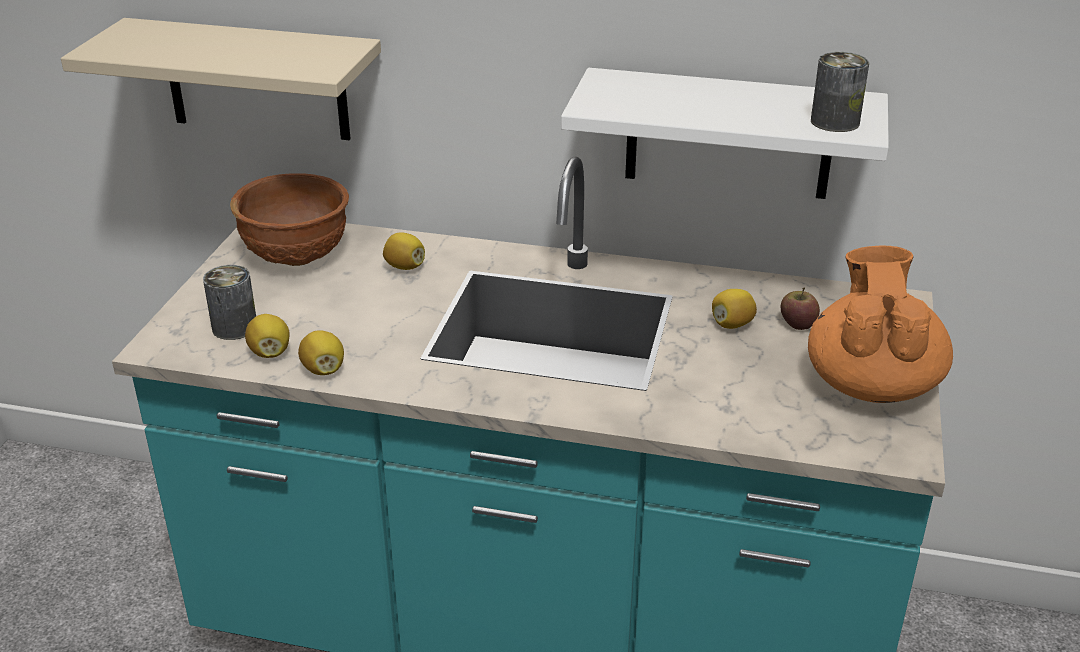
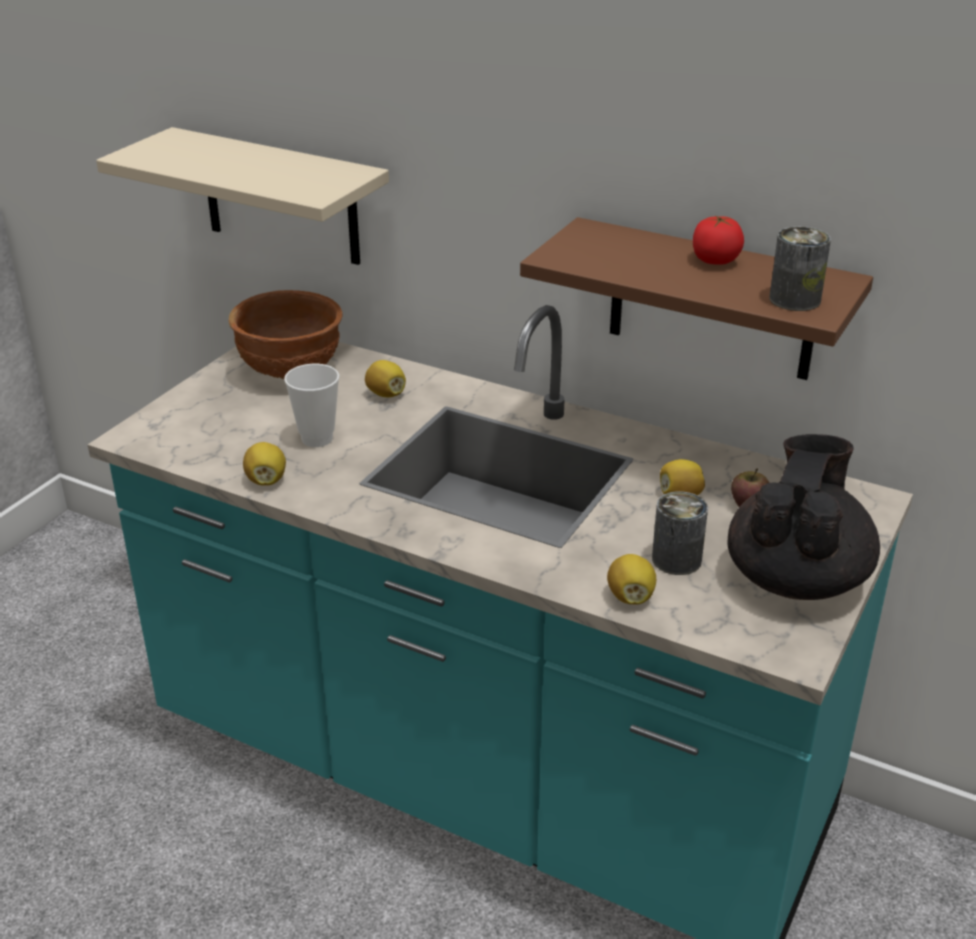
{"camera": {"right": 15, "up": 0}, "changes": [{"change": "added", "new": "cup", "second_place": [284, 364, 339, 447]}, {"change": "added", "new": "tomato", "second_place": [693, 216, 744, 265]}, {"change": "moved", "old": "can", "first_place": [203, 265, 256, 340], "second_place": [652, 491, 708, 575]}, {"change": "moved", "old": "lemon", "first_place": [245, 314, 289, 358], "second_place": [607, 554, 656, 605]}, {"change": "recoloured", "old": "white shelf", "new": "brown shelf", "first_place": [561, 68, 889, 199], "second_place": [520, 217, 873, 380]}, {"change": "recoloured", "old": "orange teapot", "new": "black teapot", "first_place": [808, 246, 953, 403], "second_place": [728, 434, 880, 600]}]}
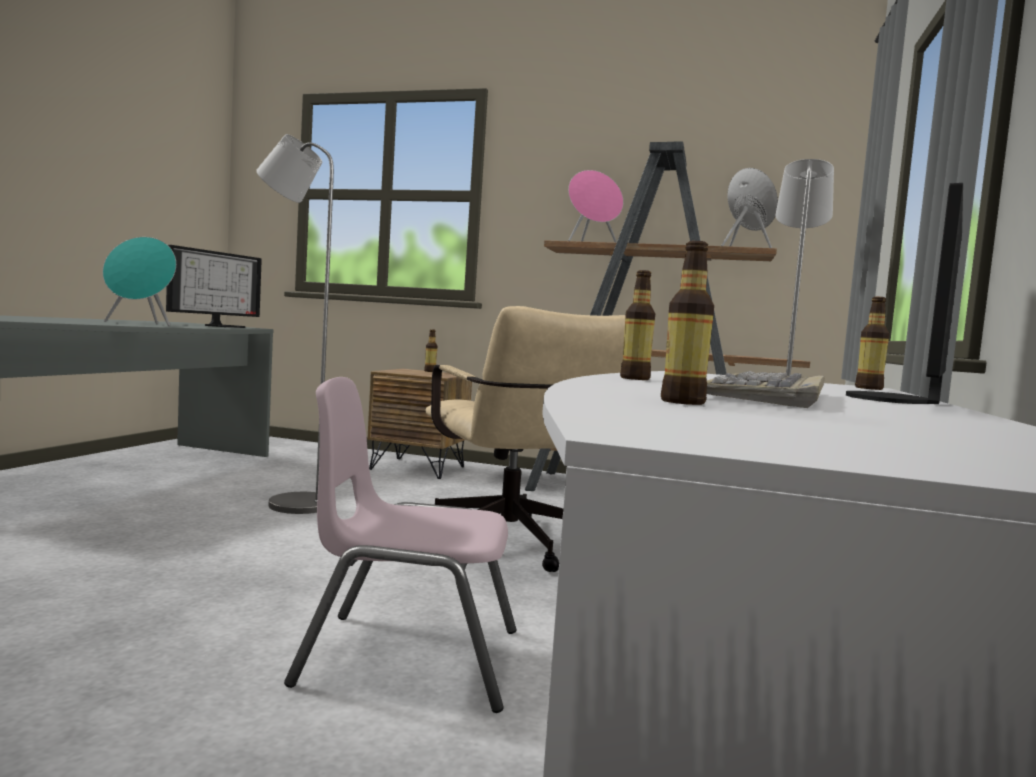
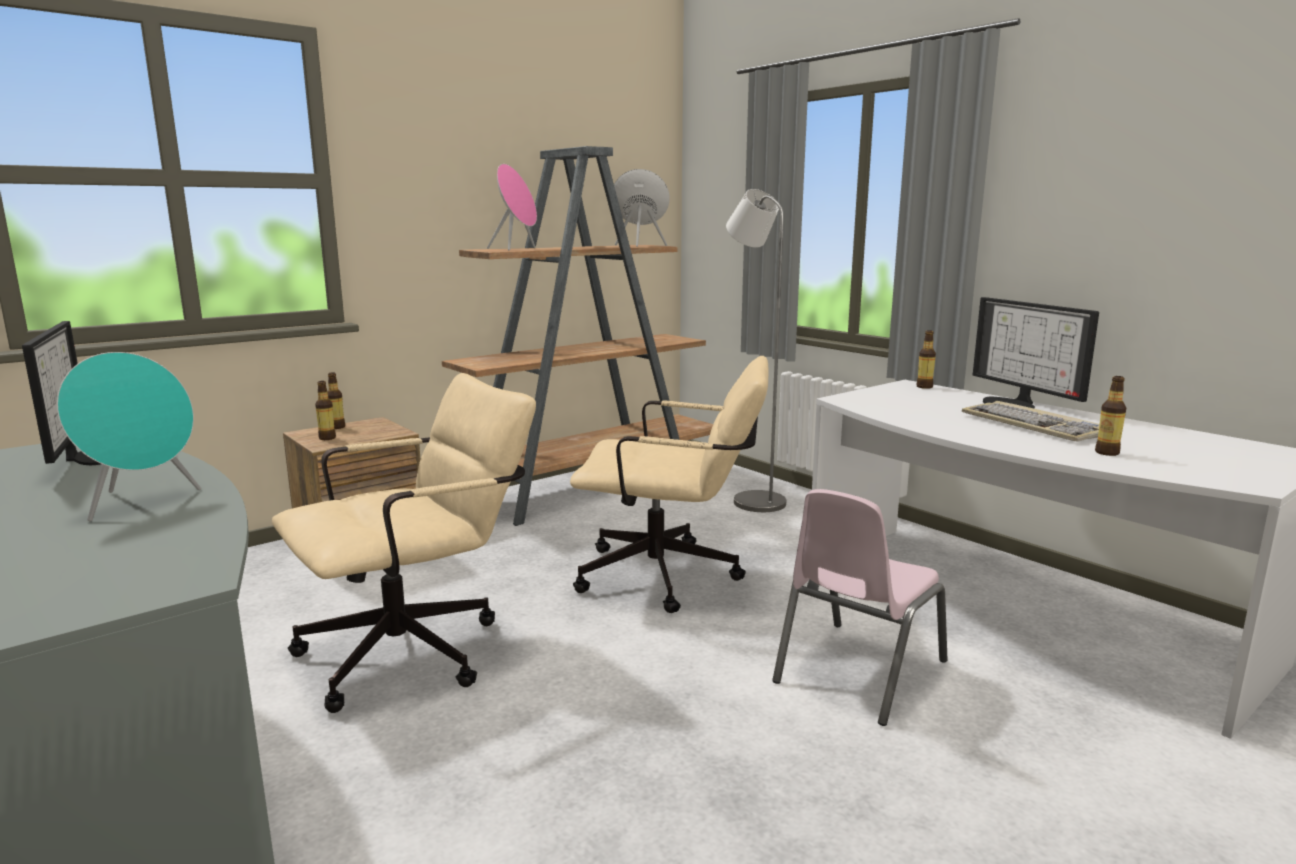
{"camera": {"right": -55, "up": 10}, "changes": [{"change": "moved", "old": "bottle", "first_place": [620, 270, 655, 380], "second_place": [315, 381, 336, 440]}, {"change": "replaced", "old": "grey floor lamp", "new": "beige office chair", "first_place": [256, 134, 334, 514], "second_place": [272, 373, 536, 713]}]}
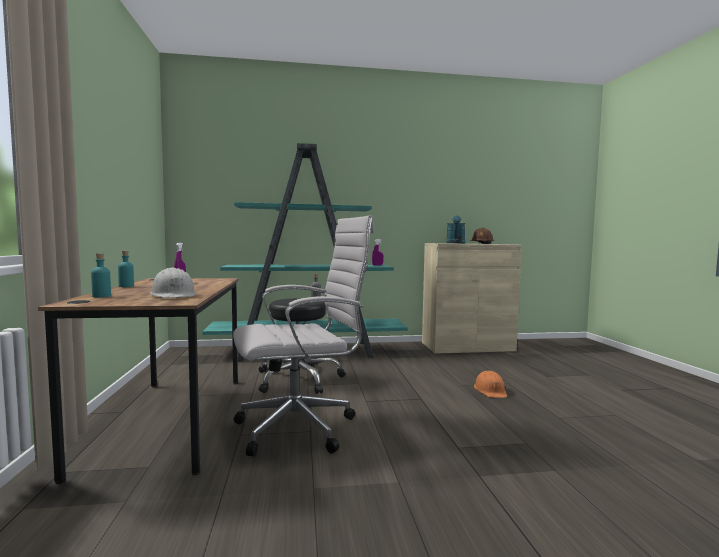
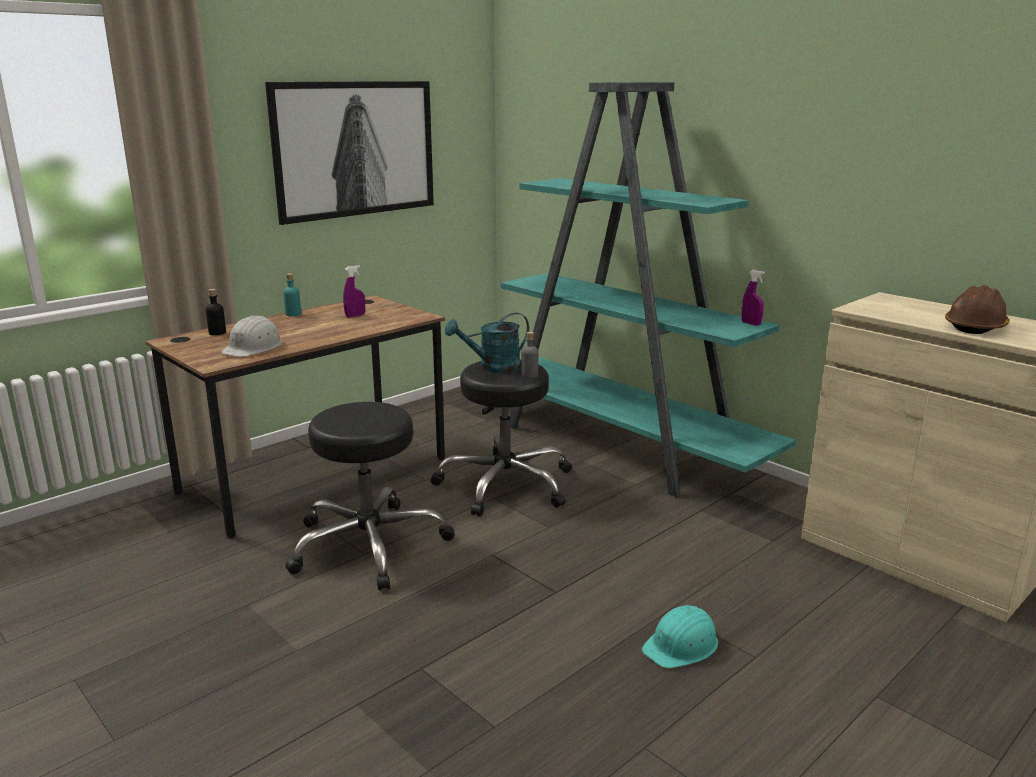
{"camera": {"right": 55, "up": 15}, "changes": [{"change": "added", "new": "picture", "second_place": [265, 81, 434, 225]}, {"change": "moved", "old": "turquoise watering can", "first_place": [446, 216, 465, 244], "second_place": [445, 313, 529, 373]}, {"change": "replaced", "old": "white office chair", "new": "black stool", "first_place": [233, 215, 374, 457], "second_place": [286, 402, 455, 590]}, {"change": "recoloured", "old": "turquoise bottle", "new": "black bottle", "first_place": [91, 253, 111, 297], "second_place": [206, 289, 226, 335]}, {"change": "recoloured", "old": "orange hard hat", "new": "turquoise hard hat", "first_place": [474, 370, 507, 398], "second_place": [642, 605, 718, 668]}]}
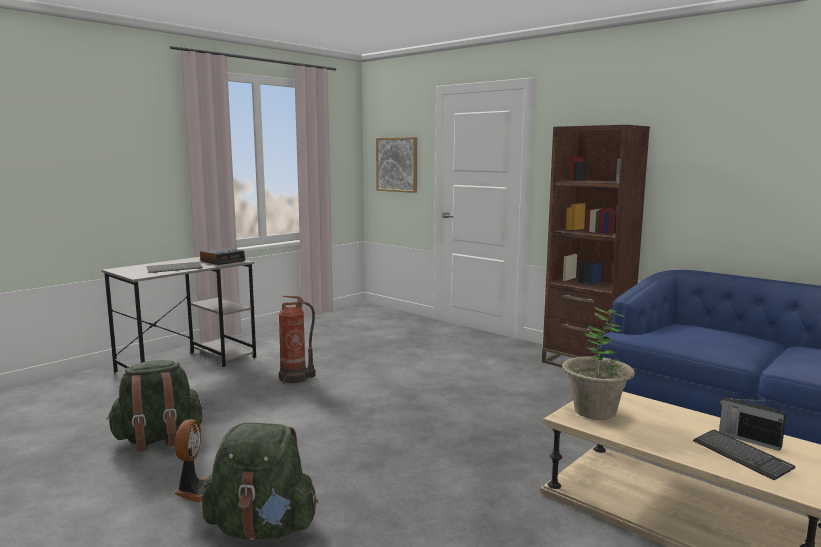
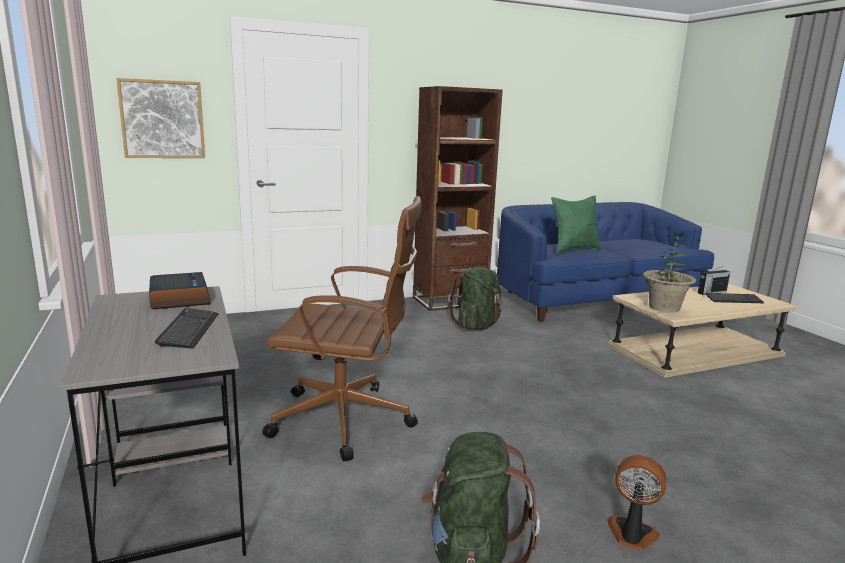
{"camera": {"right": -65, "up": 5}, "changes": [{"change": "added", "new": "green pillow", "second_place": [551, 195, 602, 253]}, {"change": "moved", "old": "green backpack", "first_place": [202, 423, 318, 540], "second_place": [448, 267, 503, 330]}, {"change": "replaced", "old": "fire extinguisher", "new": "brown office chair", "first_place": [278, 296, 316, 384], "second_place": [262, 196, 422, 461]}]}
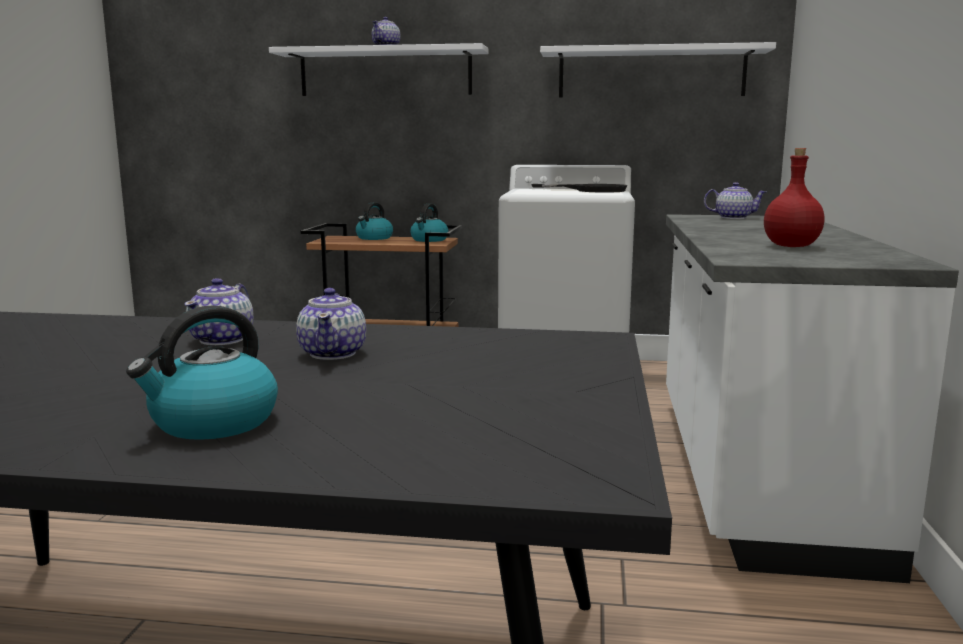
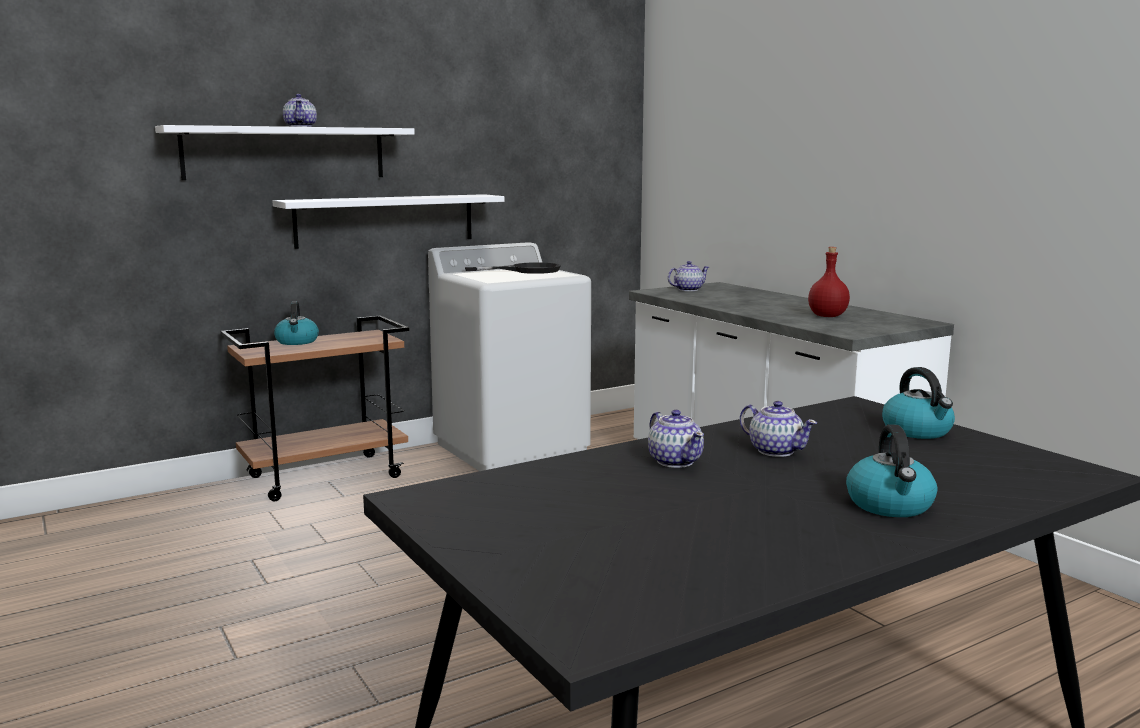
{"camera": {"right": -40, "up": 0}, "changes": [{"change": "moved", "old": "kettle", "first_place": [410, 204, 449, 242], "second_place": [882, 367, 955, 439]}, {"change": "moved", "old": "white shelf", "first_place": [540, 42, 776, 98], "second_place": [272, 194, 504, 249]}]}
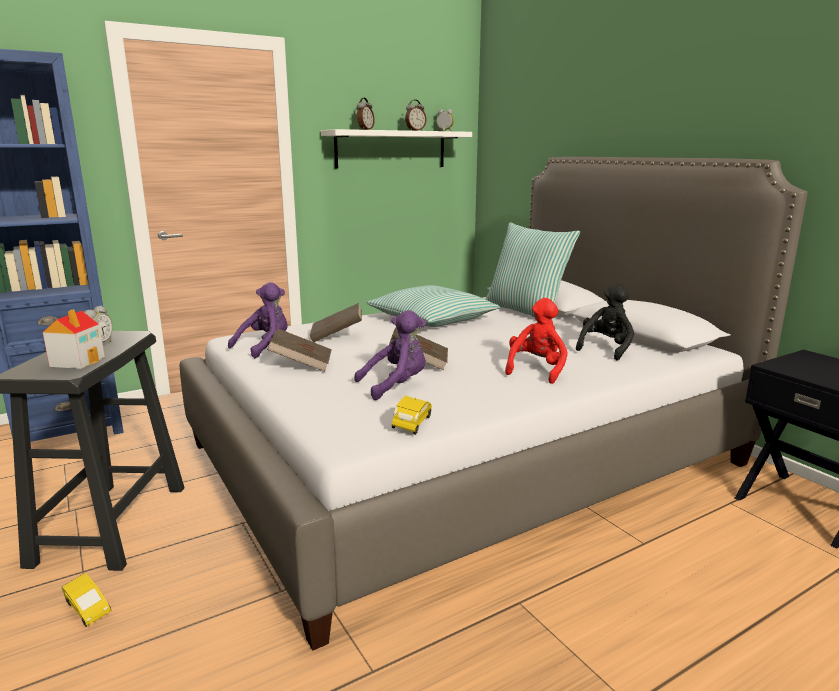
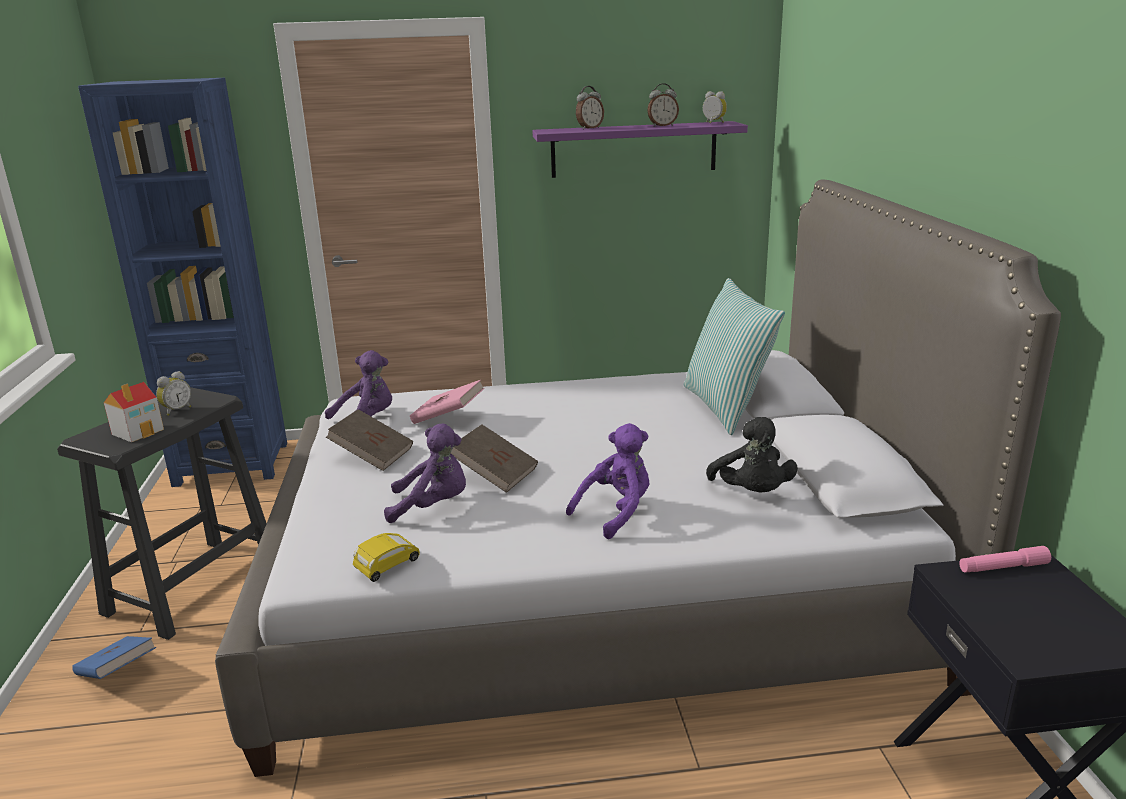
{"camera": {"right": 25, "up": 5}, "changes": [{"change": "removed", "old": "pillow", "first_place": [366, 285, 500, 327]}, {"change": "added", "new": "pink flashlight", "second_place": [959, 546, 1051, 573]}, {"change": "replaced", "old": "yellow toy car", "new": "blue book", "first_place": [62, 573, 111, 627], "second_place": [72, 636, 156, 679]}, {"change": "recoloured", "old": "brown book", "new": "pink book", "first_place": [310, 303, 362, 342], "second_place": [410, 380, 485, 424]}, {"change": "recoloured", "old": "white shelf", "new": "purple shelf", "first_place": [321, 129, 472, 169], "second_place": [532, 121, 748, 178]}, {"change": "recoloured", "old": "red plush toy", "new": "purple plush toy", "first_place": [505, 298, 568, 384], "second_place": [566, 423, 649, 539]}, {"change": "turned", "old": "black plush toy", "first_place": [576, 284, 634, 360], "second_place": [706, 417, 798, 492], "degrees": 105}]}
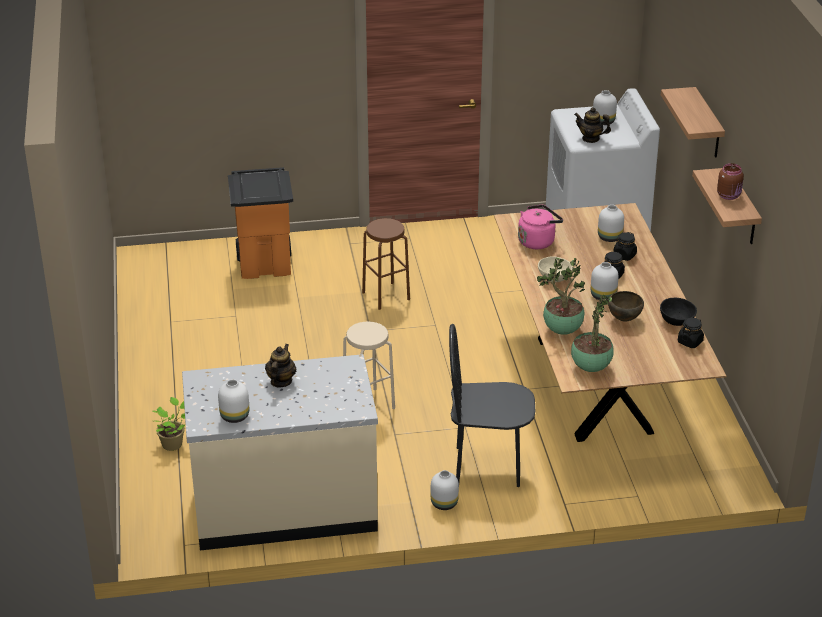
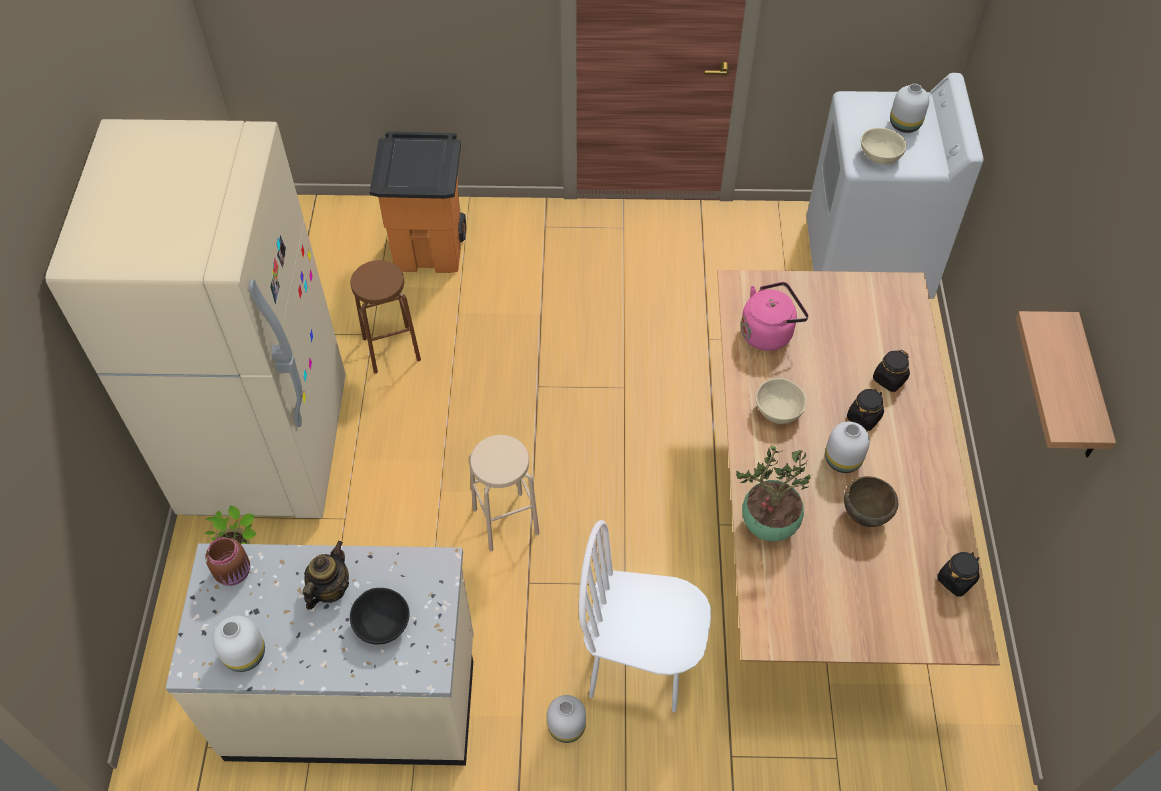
{"camera": {"right": 10, "up": 20}, "changes": [{"change": "removed", "old": "potted plant", "first_place": [571, 295, 613, 372]}, {"change": "removed", "old": "white vase", "first_place": [598, 205, 624, 242]}, {"change": "removed", "old": "shelf", "first_place": [661, 87, 725, 158]}, {"change": "added", "new": "beige fridge", "second_place": [45, 119, 346, 518]}, {"change": "moved", "old": "brown stool", "first_place": [362, 218, 410, 310], "second_place": [350, 260, 421, 374]}, {"change": "moved", "old": "black bowl", "first_place": [660, 298, 697, 326], "second_place": [350, 588, 410, 645]}, {"change": "moved", "old": "brown jar", "first_place": [717, 163, 744, 200], "second_place": [205, 537, 250, 586]}, {"change": "replaced", "old": "teapot", "new": "beige bowl", "first_place": [574, 107, 611, 143], "second_place": [861, 128, 907, 164]}, {"change": "recoloured", "old": "black chair", "new": "white chair", "first_place": [449, 324, 535, 487], "second_place": [579, 520, 711, 712]}]}
